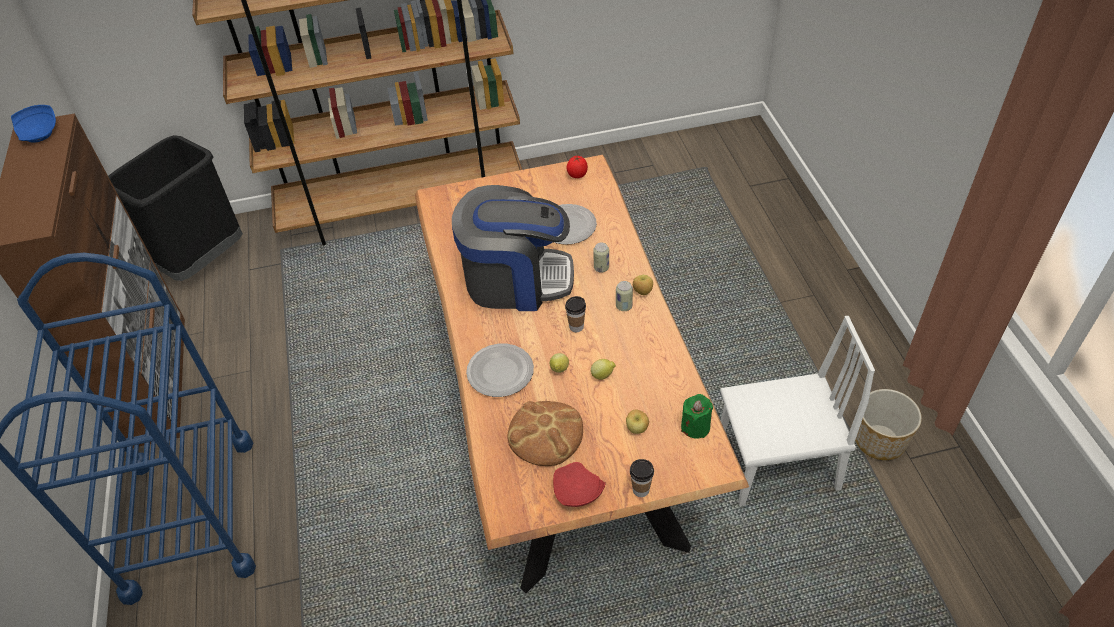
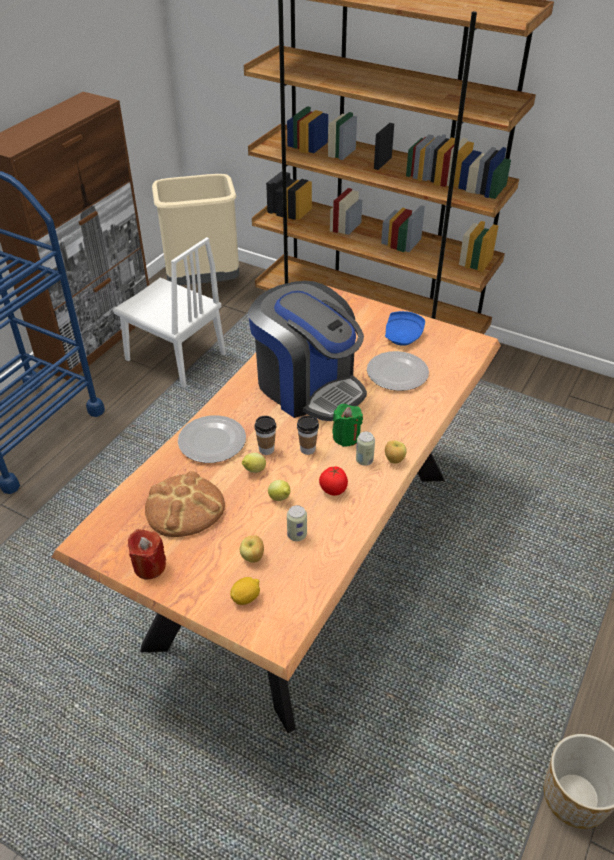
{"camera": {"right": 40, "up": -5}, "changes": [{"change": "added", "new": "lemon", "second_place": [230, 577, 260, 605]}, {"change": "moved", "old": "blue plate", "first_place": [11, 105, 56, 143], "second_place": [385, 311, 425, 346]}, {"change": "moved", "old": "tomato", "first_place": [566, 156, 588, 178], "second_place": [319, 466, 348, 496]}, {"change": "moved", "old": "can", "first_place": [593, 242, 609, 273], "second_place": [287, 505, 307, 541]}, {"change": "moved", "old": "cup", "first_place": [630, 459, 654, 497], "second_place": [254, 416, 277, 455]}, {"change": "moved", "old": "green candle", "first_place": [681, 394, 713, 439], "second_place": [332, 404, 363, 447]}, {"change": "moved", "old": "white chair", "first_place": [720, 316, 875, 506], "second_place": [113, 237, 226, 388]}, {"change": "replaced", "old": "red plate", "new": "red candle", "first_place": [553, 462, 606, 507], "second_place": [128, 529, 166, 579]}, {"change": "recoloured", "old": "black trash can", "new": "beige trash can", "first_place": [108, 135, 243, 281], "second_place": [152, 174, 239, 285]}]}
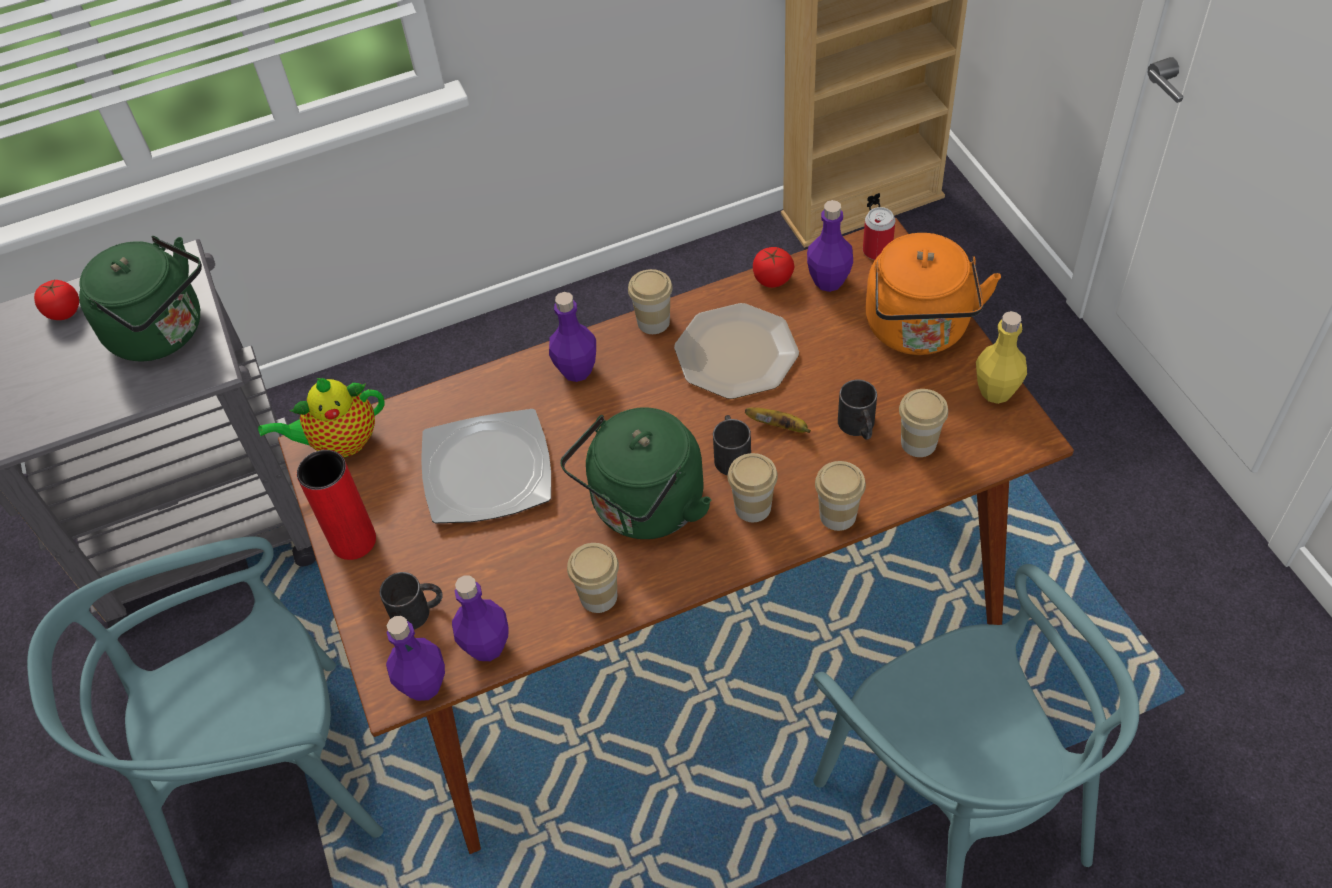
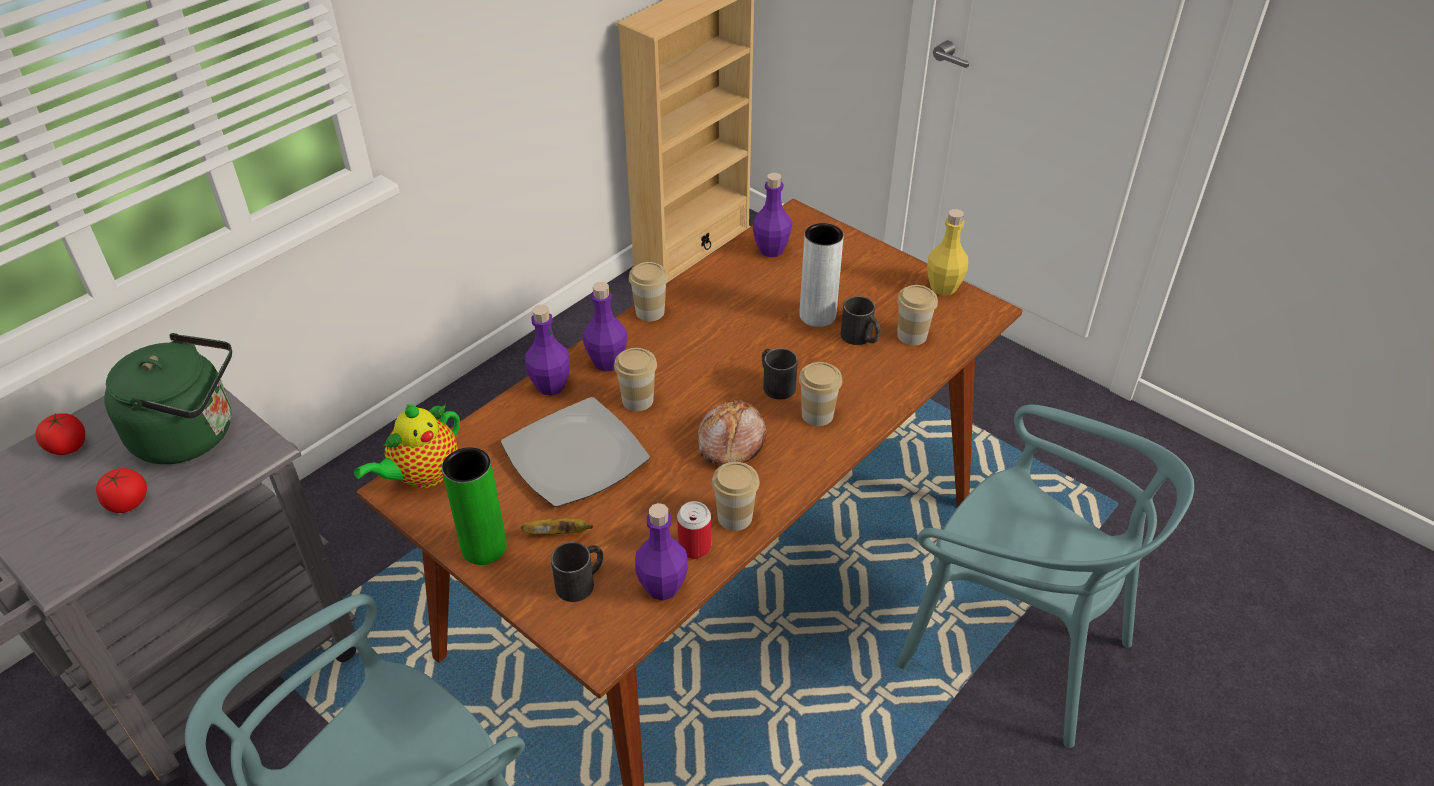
{"camera": {"right": -30, "up": -10}, "changes": [{"change": "removed", "old": "plate", "first_place": [674, 303, 799, 399]}, {"change": "removed", "old": "orange kettle", "first_place": [866, 233, 1001, 355]}, {"change": "added", "new": "grey vase", "second_place": [800, 223, 844, 327]}, {"change": "moved", "old": "purple bottle", "first_place": [386, 616, 445, 701], "second_place": [525, 305, 570, 396]}, {"change": "moved", "old": "banana", "first_place": [745, 407, 811, 433], "second_place": [521, 518, 593, 535]}, {"change": "moved", "old": "tomato", "first_place": [753, 247, 794, 288], "second_place": [96, 468, 147, 513]}, {"change": "moved", "old": "cup", "first_place": [815, 461, 866, 531], "second_place": [614, 348, 657, 411]}, {"change": "moved", "old": "can", "first_place": [863, 207, 895, 260], "second_place": [677, 501, 711, 559]}, {"change": "replaced", "old": "green kettle", "new": "bread", "first_place": [560, 407, 712, 539], "second_place": [698, 400, 767, 466]}, {"change": "recoloured", "old": "red vase", "new": "green vase", "first_place": [297, 450, 376, 560], "second_place": [442, 447, 507, 565]}]}
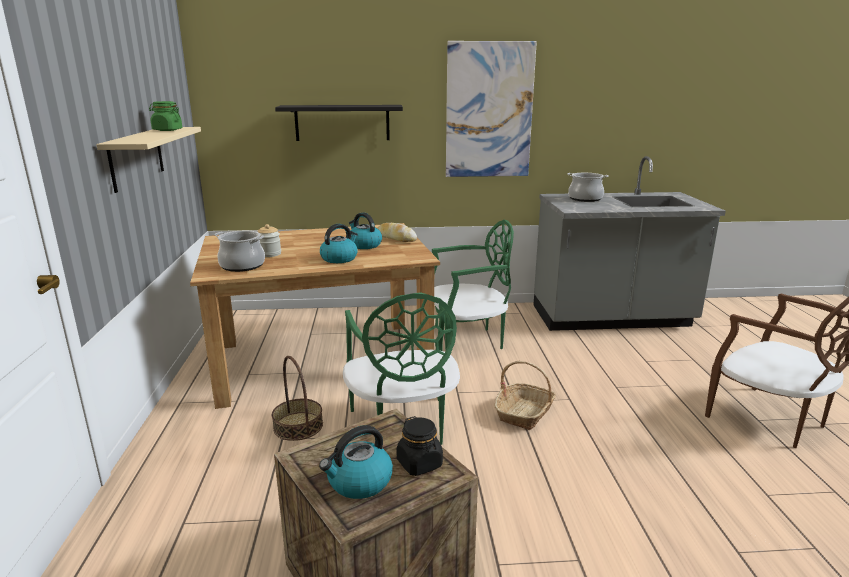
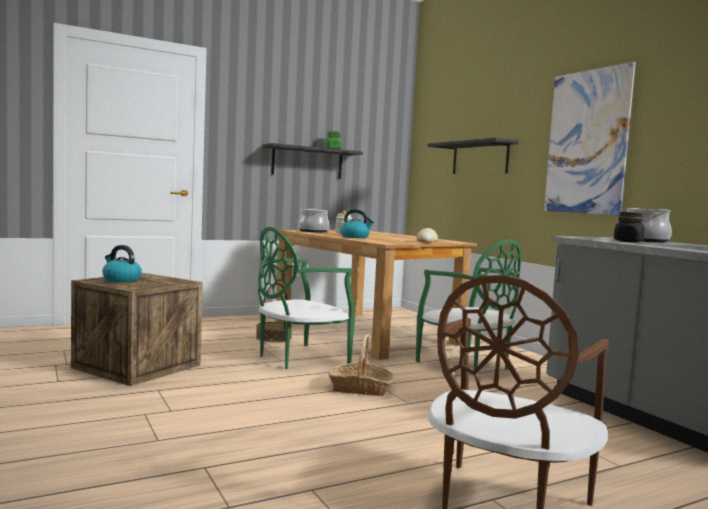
{"camera": {"right": 65, "up": -15}, "changes": [{"change": "removed", "old": "kettle", "first_place": [349, 212, 382, 249]}, {"change": "moved", "old": "black jar", "first_place": [397, 416, 443, 476], "second_place": [614, 212, 645, 242]}, {"change": "recoloured", "old": "beige shelf", "new": "black shelf", "first_place": [96, 127, 201, 193], "second_place": [262, 143, 363, 179]}]}
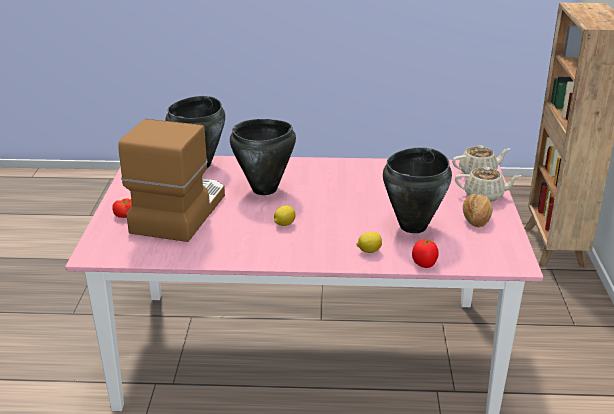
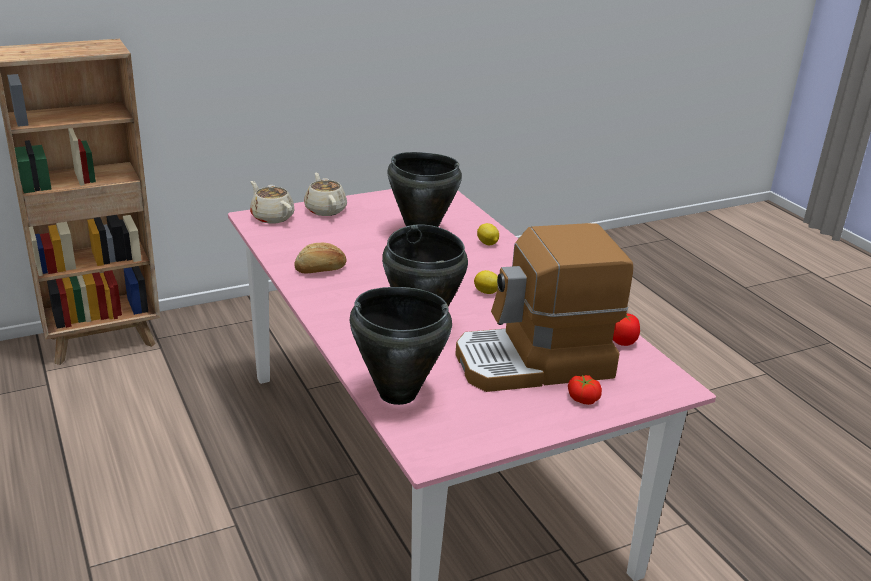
{"camera": {"right": -120, "up": 0}, "changes": [{"change": "moved", "old": "tomato", "first_place": [412, 239, 439, 268], "second_place": [613, 313, 640, 346]}, {"change": "moved", "old": "bread", "first_place": [463, 194, 493, 227], "second_place": [294, 243, 346, 274]}]}
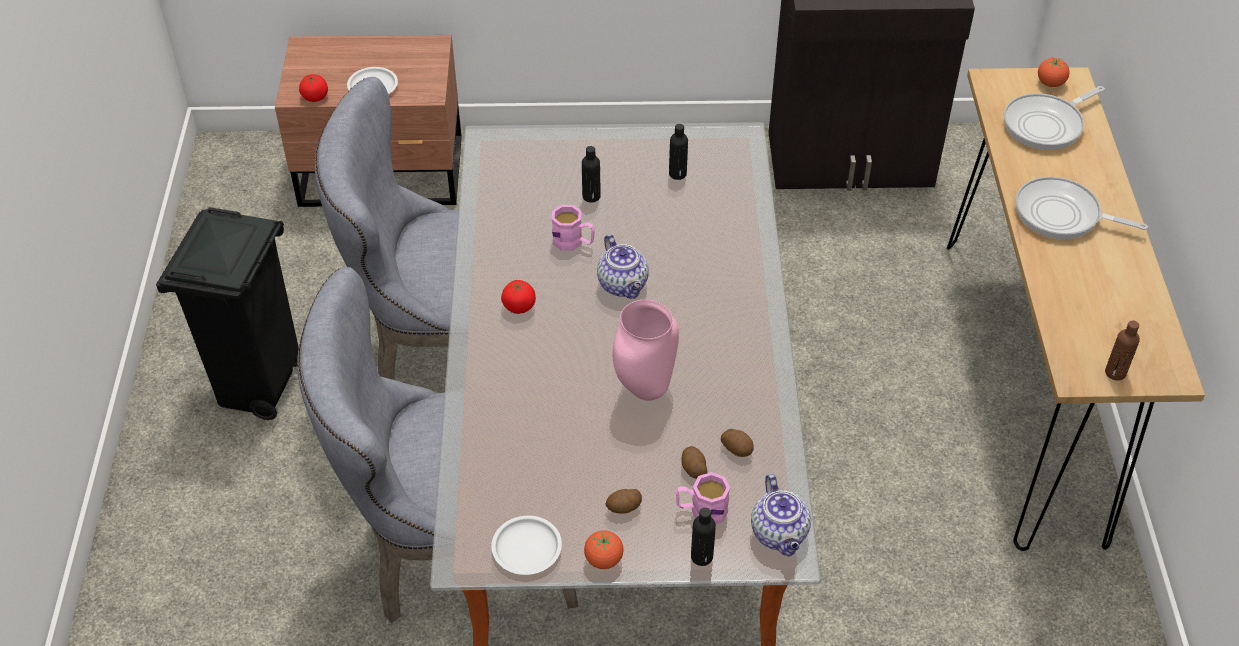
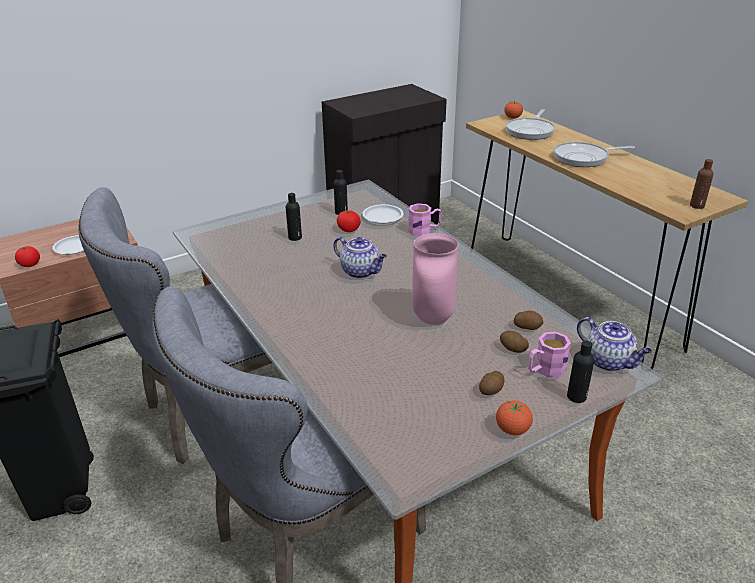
{"camera": {"right": -30, "up": -15}, "changes": [{"change": "moved", "old": "white plate", "first_place": [491, 516, 562, 575], "second_place": [362, 204, 403, 224]}, {"change": "moved", "old": "tomato", "first_place": [501, 280, 536, 314], "second_place": [337, 210, 360, 232]}, {"change": "moved", "old": "pink mug", "first_place": [552, 205, 595, 251], "second_place": [408, 203, 442, 236]}]}
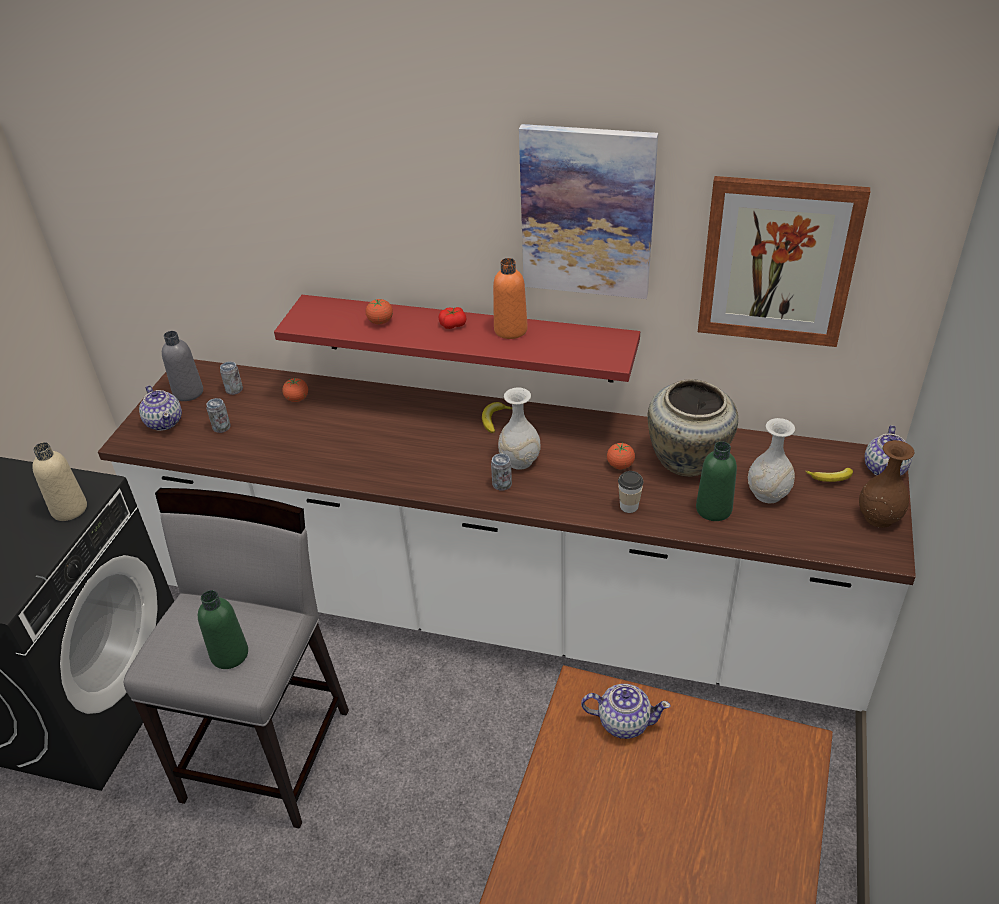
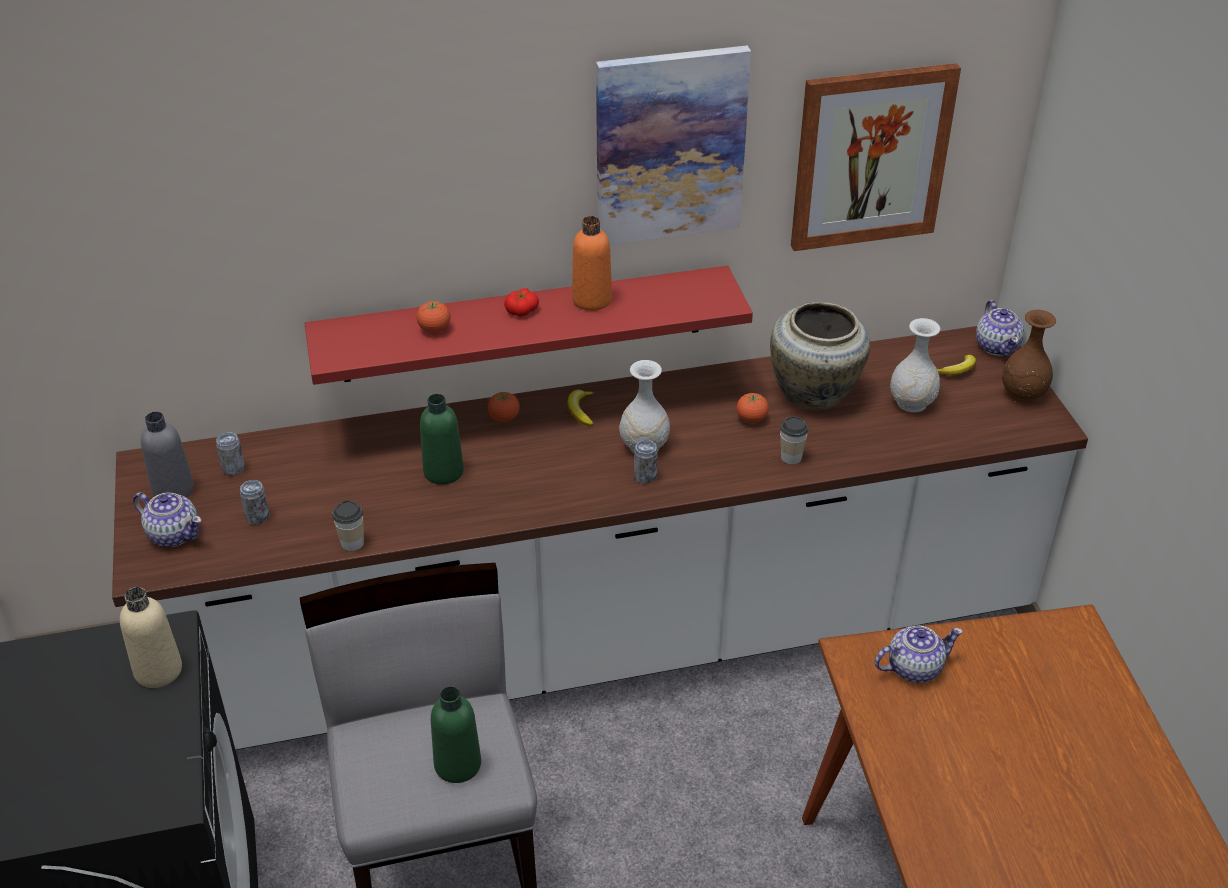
{"camera": {"right": -30, "up": 0}, "changes": [{"change": "added", "new": "cup", "second_place": [332, 500, 364, 551]}, {"change": "moved", "old": "tomato", "first_place": [282, 378, 308, 402], "second_place": [487, 392, 520, 422]}, {"change": "moved", "old": "green bottle", "first_place": [696, 441, 737, 521], "second_place": [420, 394, 464, 485]}]}
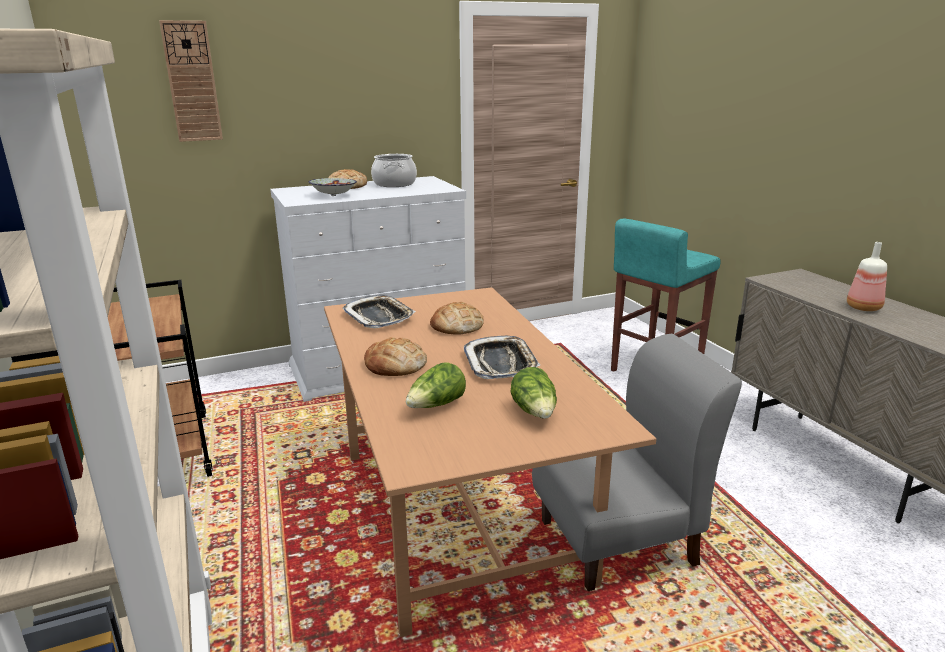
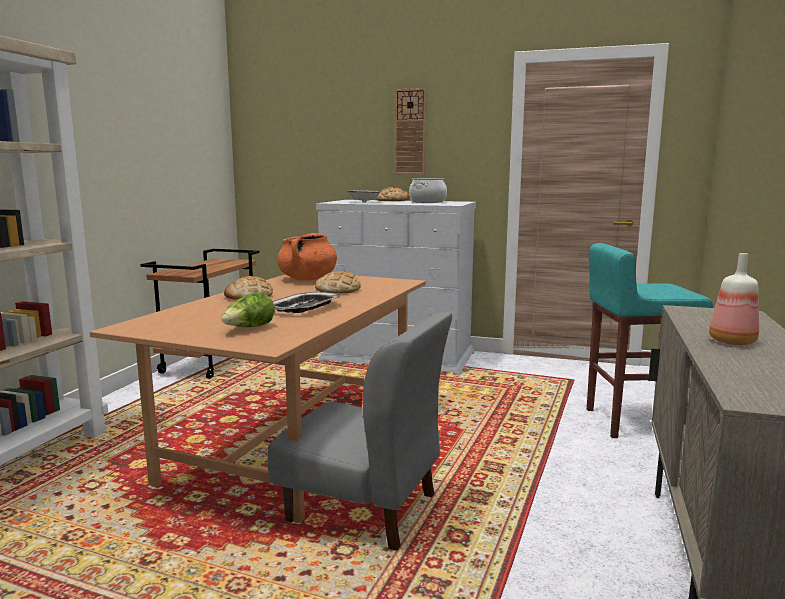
{"camera": {"right": 40, "up": -10}, "changes": [{"change": "removed", "old": "lettuce", "first_place": [406, 362, 466, 408]}, {"change": "moved", "old": "wall clock", "first_place": [159, 20, 223, 142], "second_place": [395, 88, 426, 174]}, {"change": "replaced", "old": "tray", "new": "orange cooking pot", "first_place": [343, 295, 416, 328], "second_place": [277, 233, 337, 281]}]}
